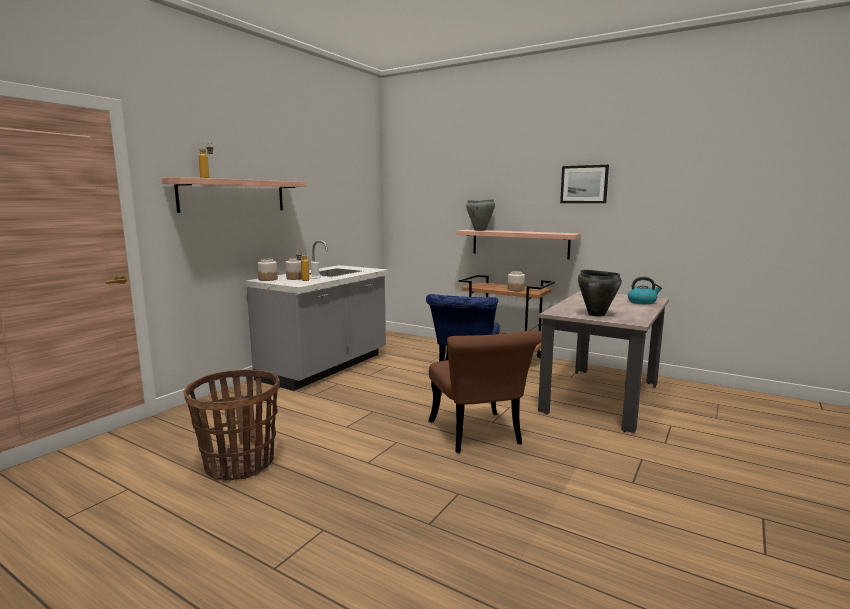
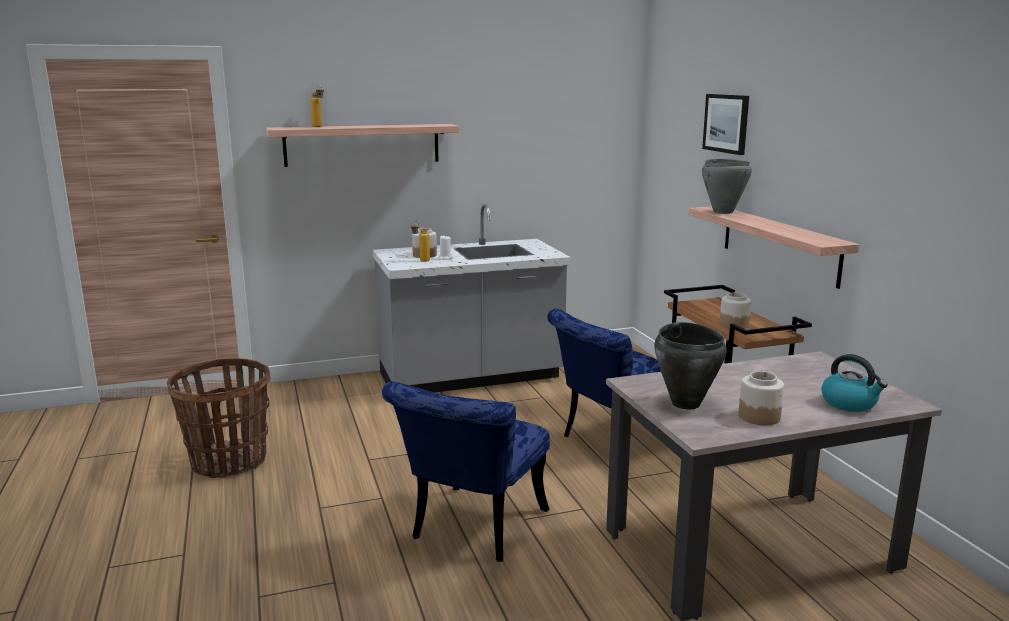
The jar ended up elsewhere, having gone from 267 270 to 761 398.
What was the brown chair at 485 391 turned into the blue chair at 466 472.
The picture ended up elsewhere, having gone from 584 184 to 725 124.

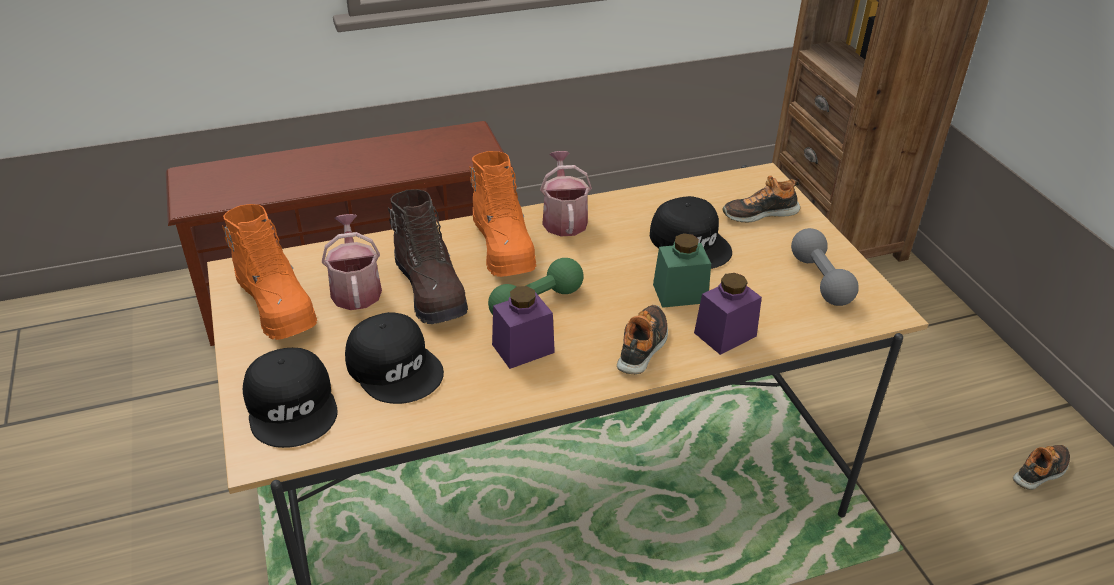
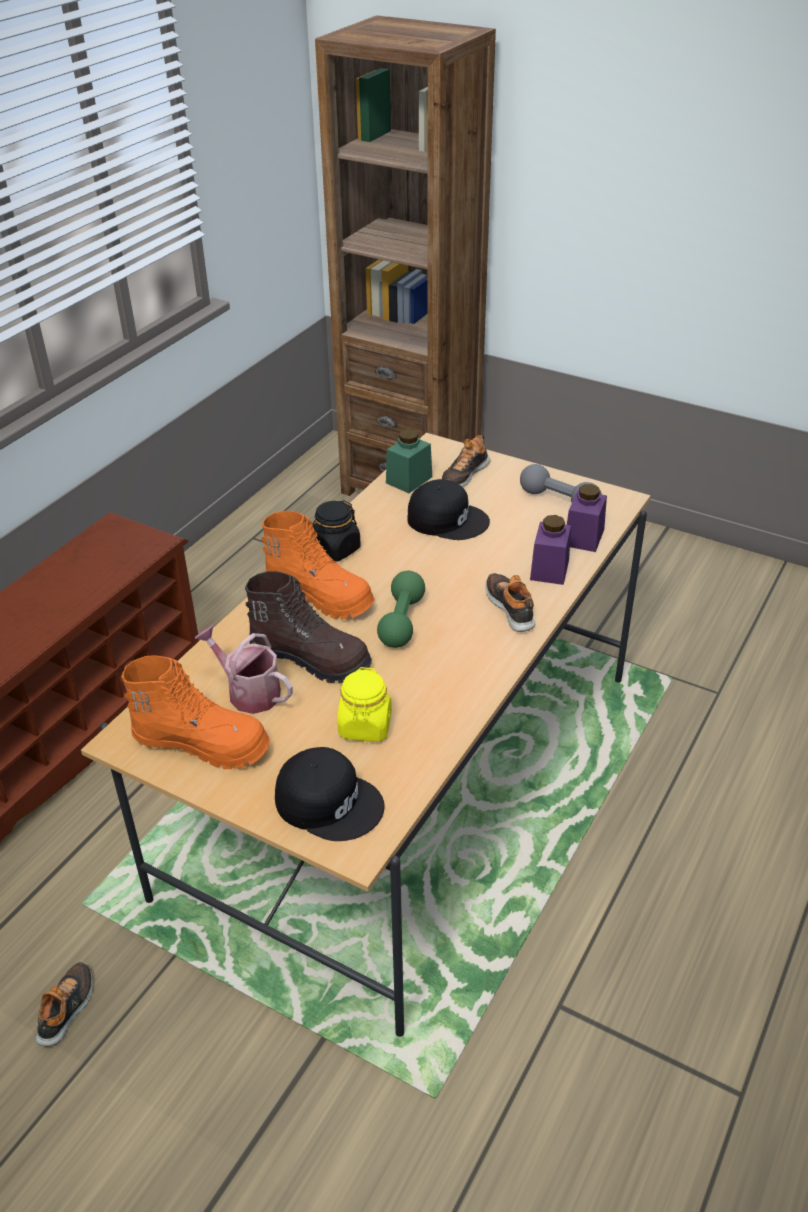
Where the black cap stood at 394 358, the yellow jar came to stand at 364 704.
The purple jar ended up elsewhere, having gone from 523 327 to 587 518.
Where the watering can stood at 566 193, the black jar came to stand at 337 531.
The green jar ended up elsewhere, having gone from 682 270 to 409 461.
The shoe ended up elsewhere, having gone from 1041 467 to 64 1004.

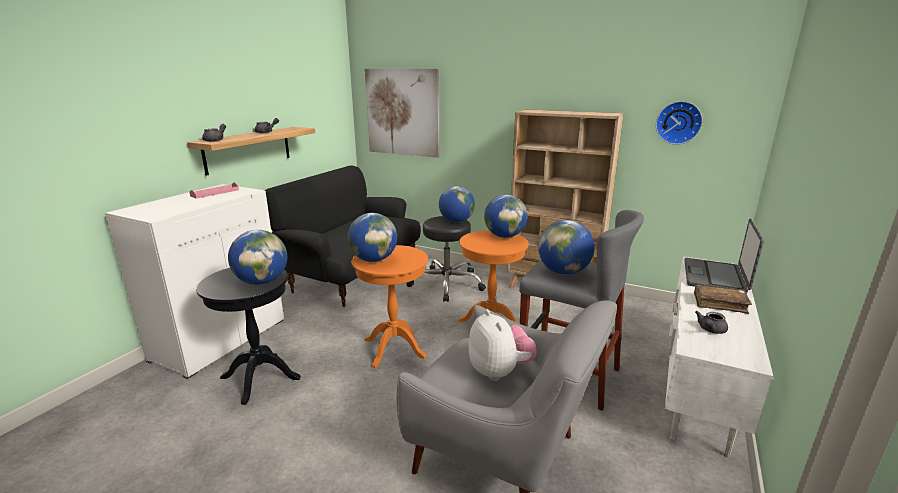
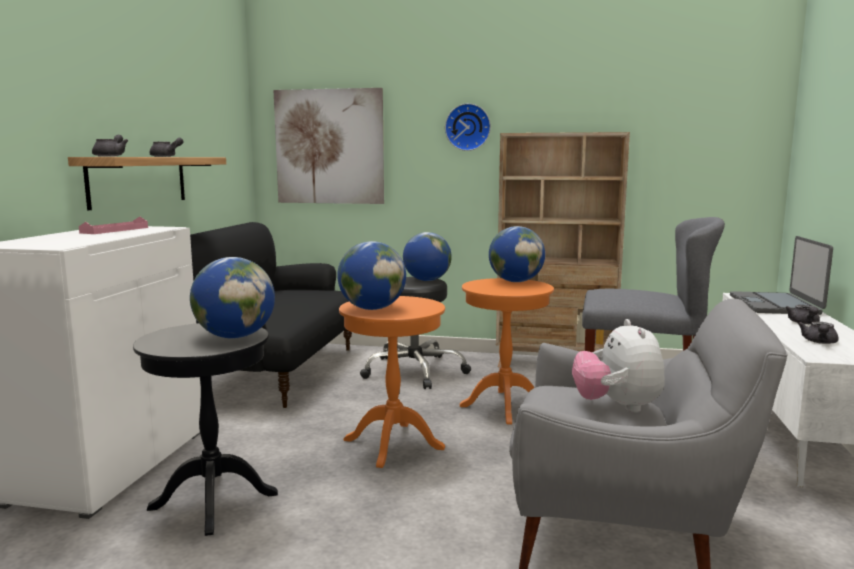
The plush toy at 503 345 ended up facing another way, 150 degrees counterclockwise from before.
The second view lost the globe at 566 247.
The wall clock ended up elsewhere, having gone from 679 122 to 468 127.
Where the brown book stood at 723 299, the grey teapot came to stand at 802 314.

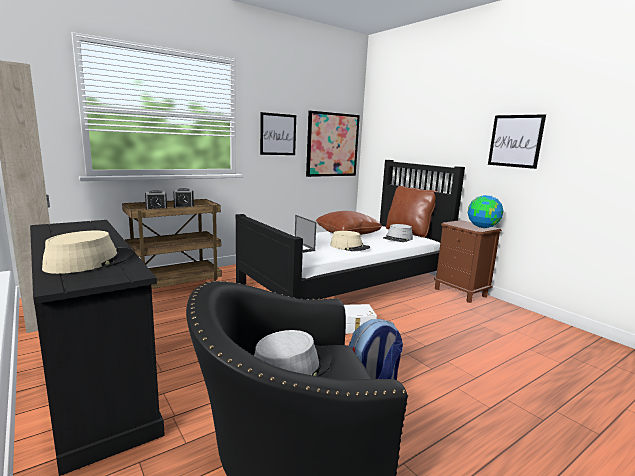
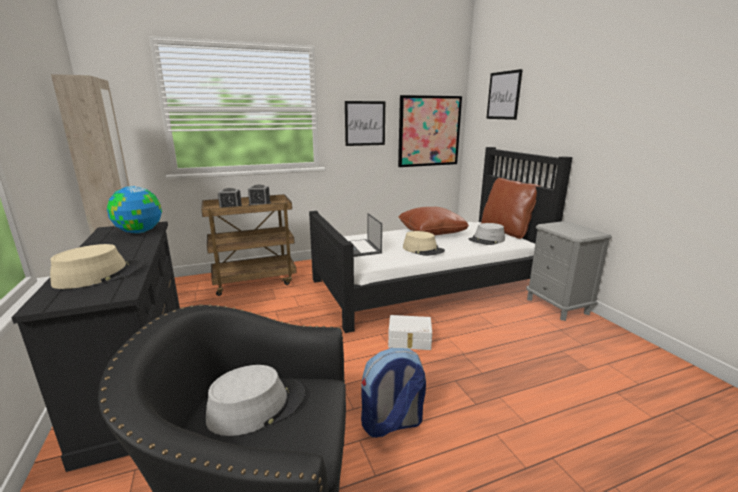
What was the brown nightstand at 468 261 turned into the grey nightstand at 569 271.
The globe ended up elsewhere, having gone from 486 211 to 134 210.
The picture ended up elsewhere, having gone from 517 141 to 504 94.

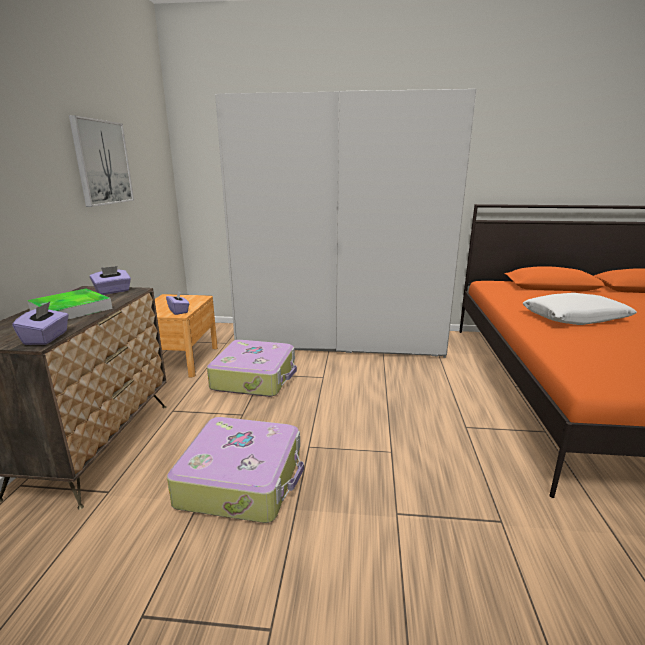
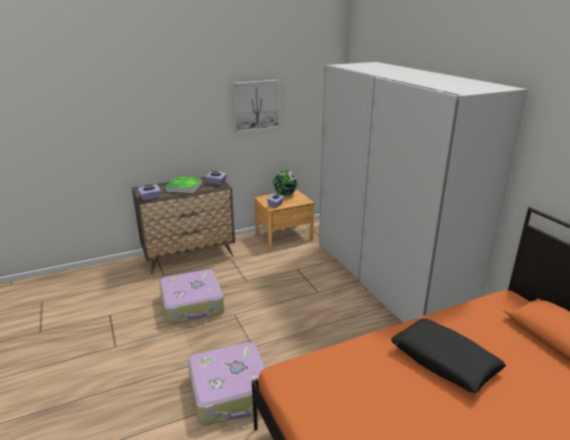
The suitcase ended up elsewhere, having gone from 252 368 to 226 384.
What was the white pillow at 580 309 turned into the black pillow at 448 355.
The second view gained the globe at 285 182.

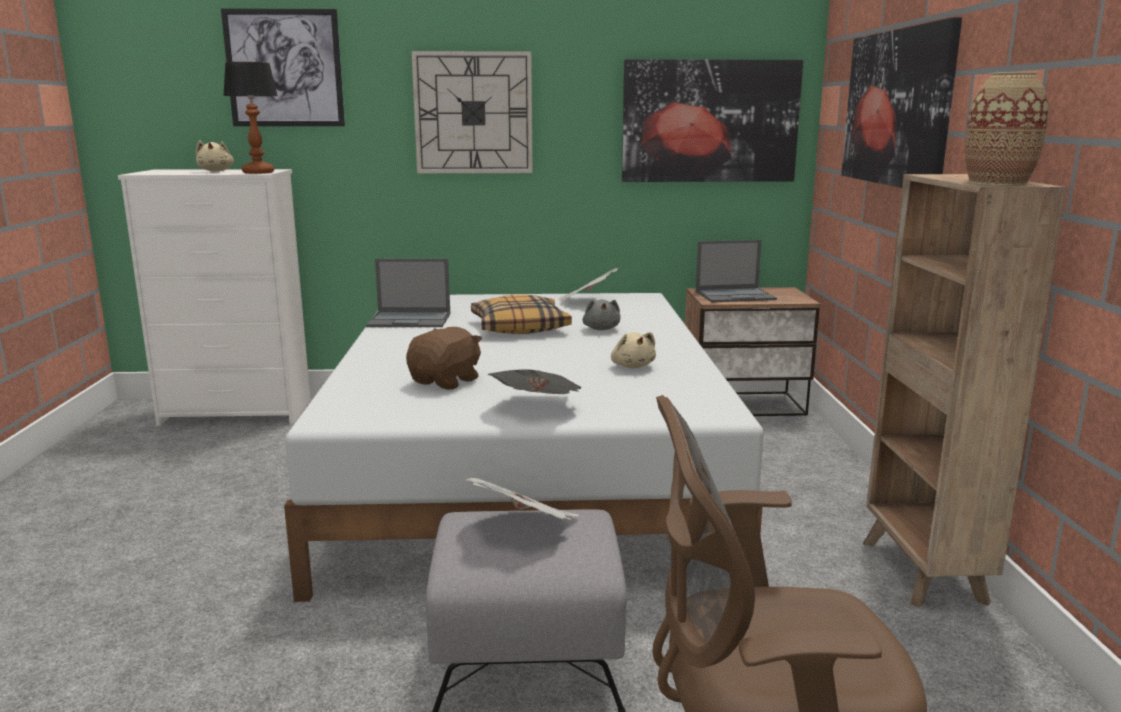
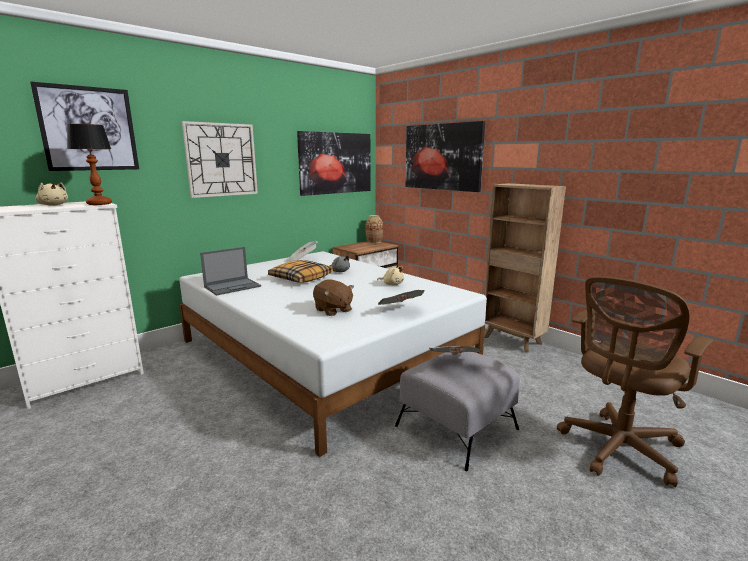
The brown plush toy at 444 358 ended up facing another way, 150 degrees clockwise from before.
The second view lost the laptop at 736 271.
The vase ended up elsewhere, having gone from 1007 128 to 374 229.

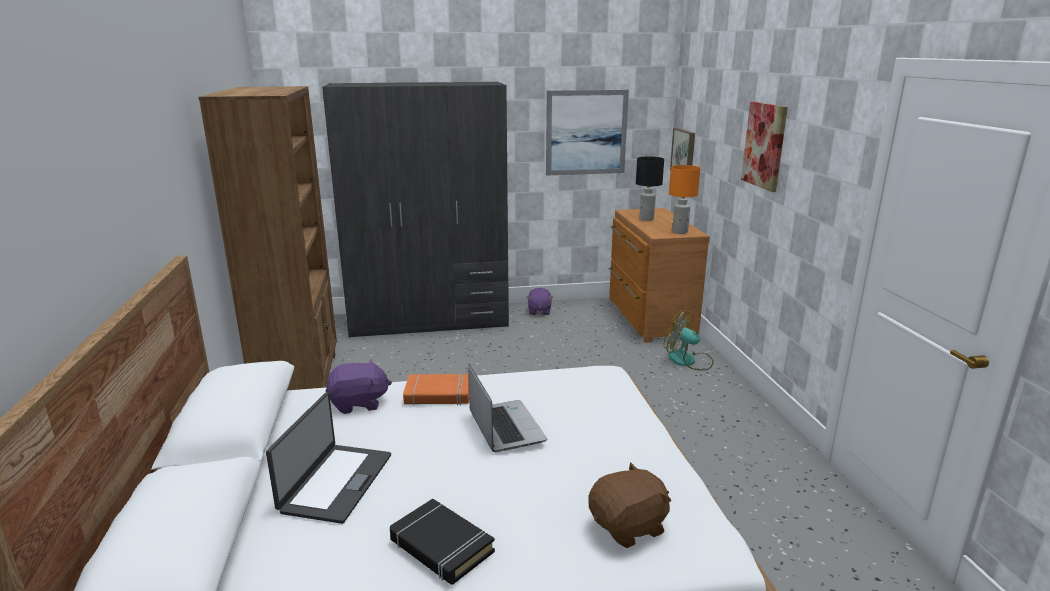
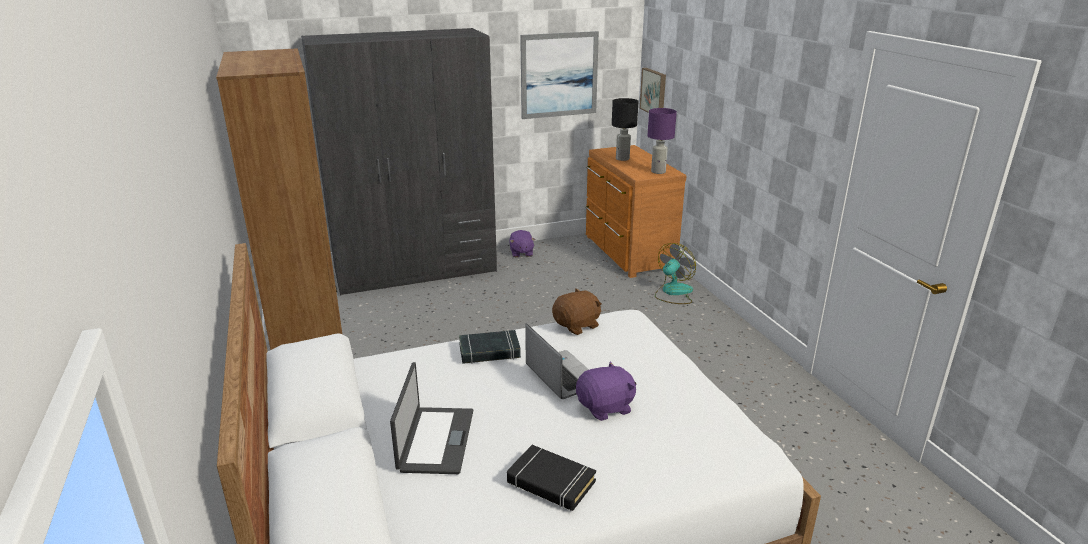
The purple plush toy ended up elsewhere, having gone from 359 386 to 606 391.
What was the orange book at 436 389 turned into the black book at 490 347.
The brown plush toy ended up elsewhere, having gone from 630 505 to 577 311.
The fan at 688 340 ended up facing another way, 105 degrees clockwise from before.
What was the orange table lamp at 684 199 turned into the purple table lamp at 662 141.
The second view lost the picture at 764 146.

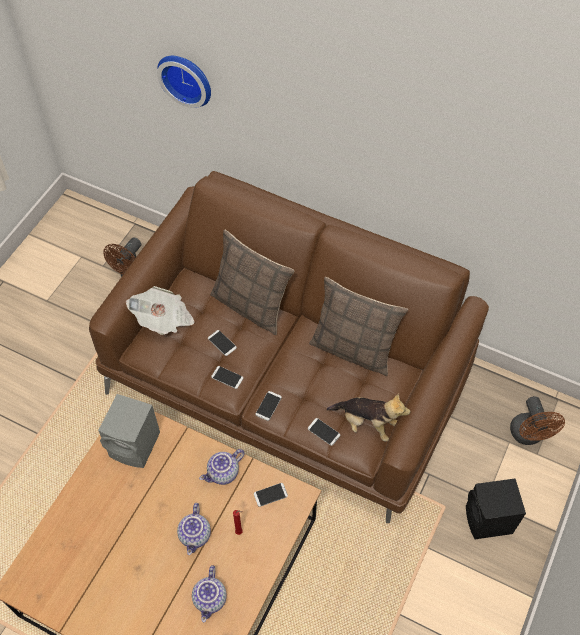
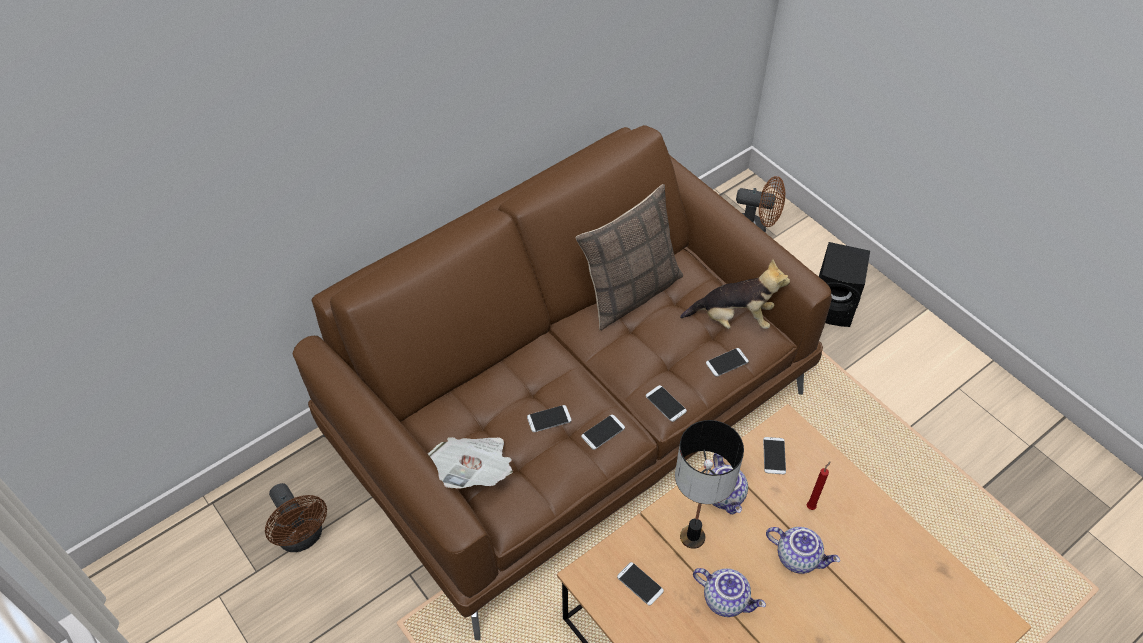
Where the grey speaker stood at 129 431, the phone came to stand at 640 583.
The second view lost the wall clock at 184 82.
The teapot ended up elsewhere, having gone from 209 593 to 729 592.
The second view lost the pillow at 252 282.
The plush toy at 368 417 ended up facing another way, 45 degrees clockwise from before.
The second view gained the table lamp at 709 484.

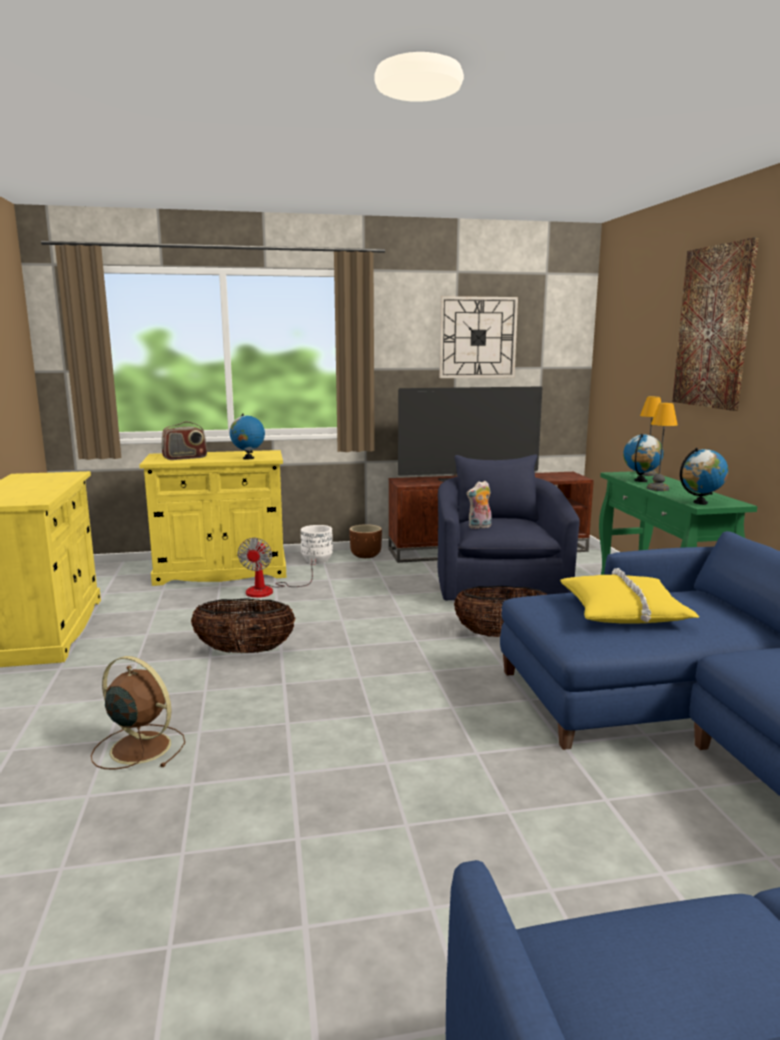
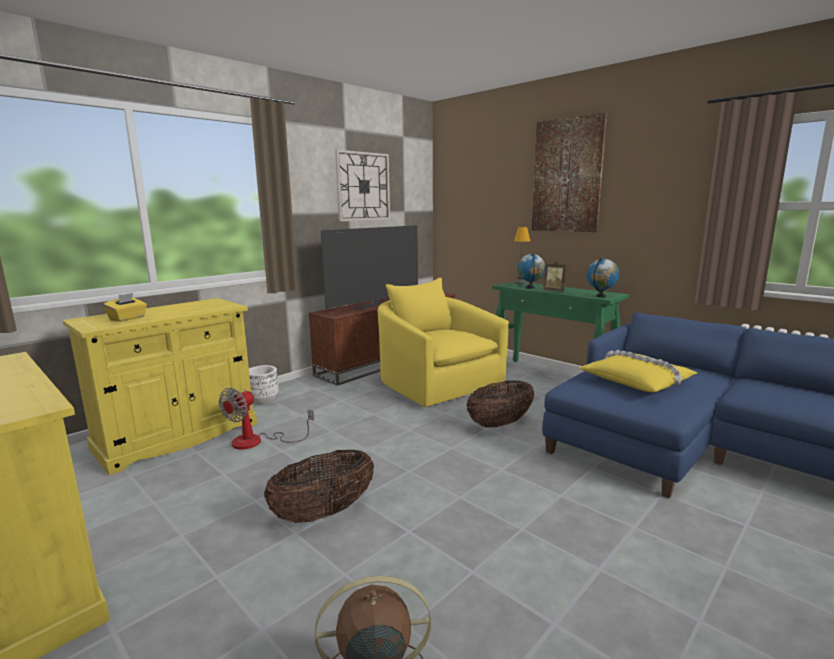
Where the radio stood at 184 440, the yellow tissue box came to stand at 125 307.
The second view lost the globe at 247 436.
The fan at 276 568 ended up facing another way, 60 degrees clockwise from before.
The second view lost the brown planter at 365 541.
What was the blue armchair at 509 527 turned into the yellow armchair at 443 342.
The second view lost the plush toy at 478 505.
Where the table lamp stood at 662 447, the picture frame came to stand at 554 276.

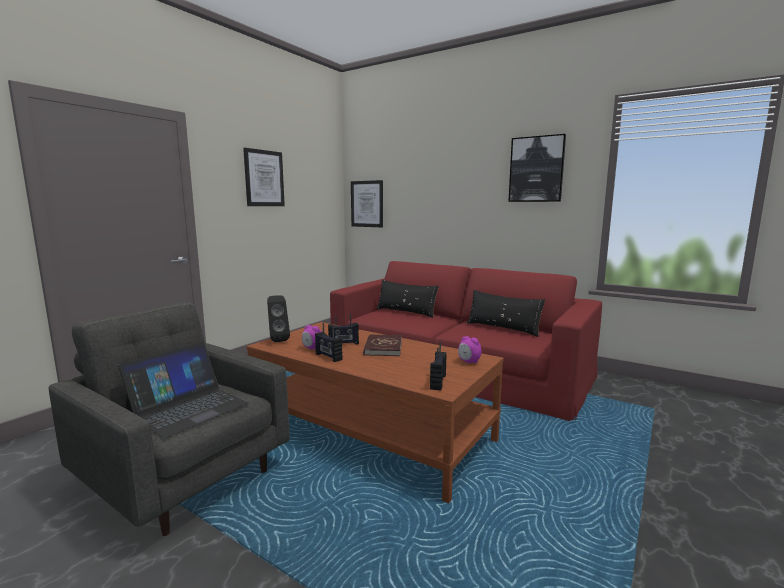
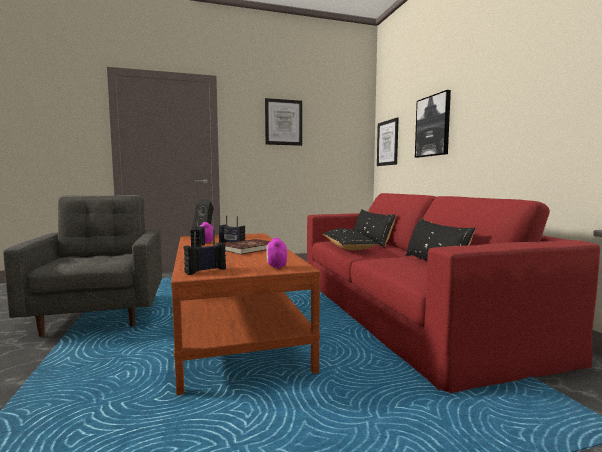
The second view lost the laptop at 183 390.
The picture ended up elsewhere, having gone from 537 168 to 433 124.
The second view gained the black pillow at 350 239.

